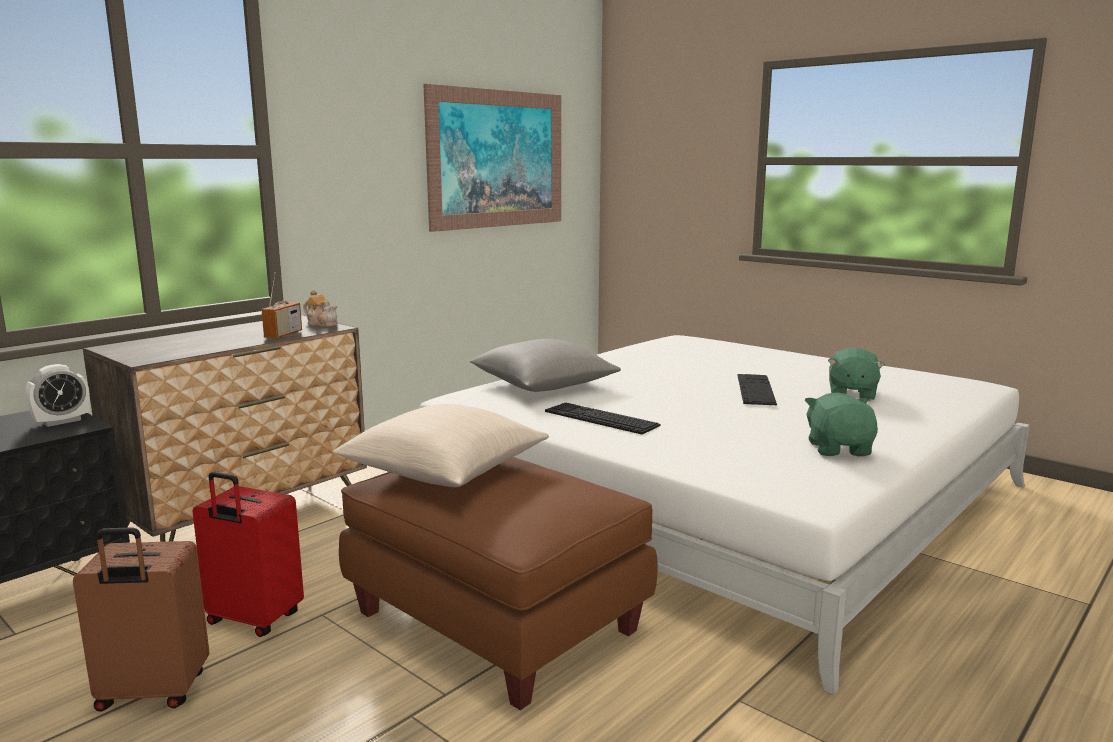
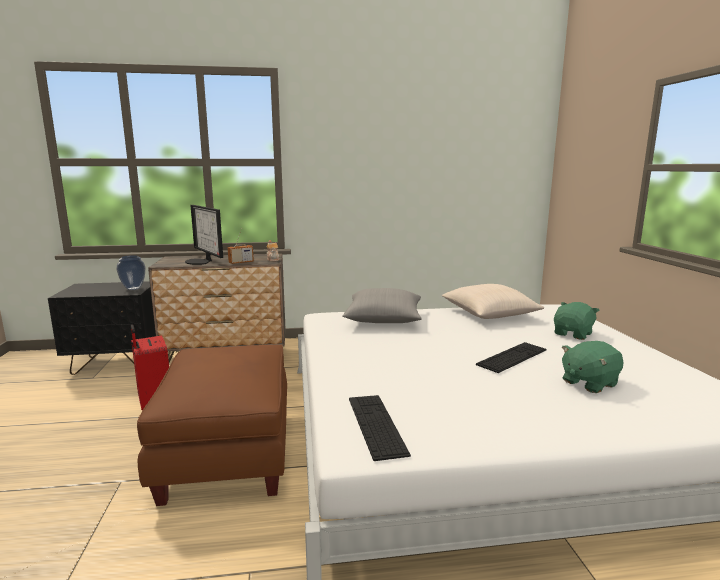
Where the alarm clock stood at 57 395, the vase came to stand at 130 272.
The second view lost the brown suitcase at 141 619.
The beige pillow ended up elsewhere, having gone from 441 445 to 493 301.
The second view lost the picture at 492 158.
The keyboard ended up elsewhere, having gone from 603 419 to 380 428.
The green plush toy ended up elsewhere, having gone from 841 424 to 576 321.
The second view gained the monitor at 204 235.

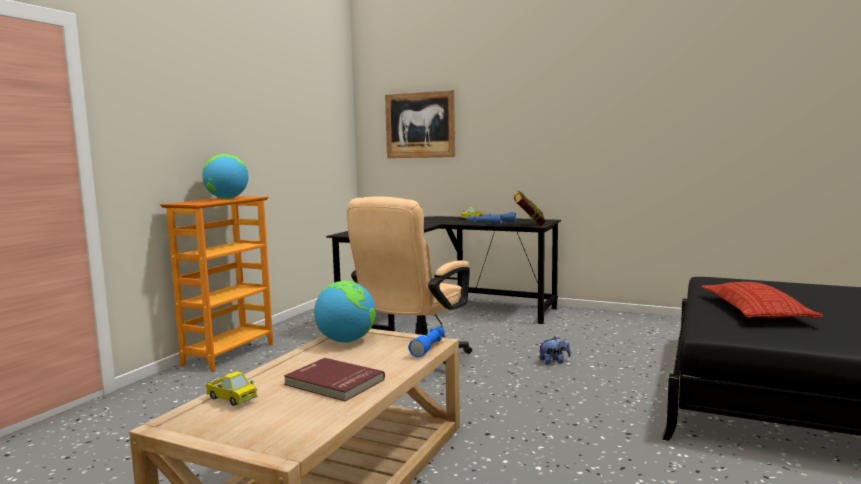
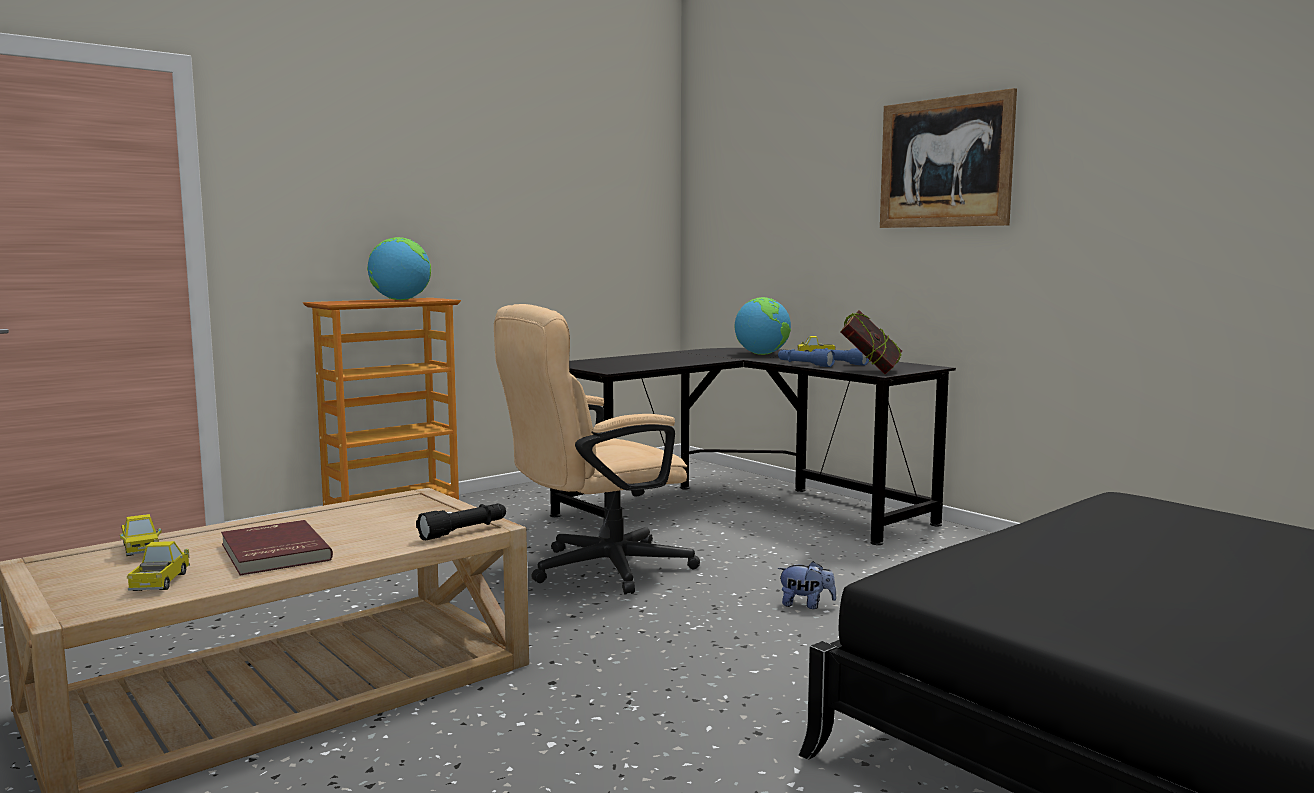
The globe ended up elsewhere, having gone from 345 312 to 763 326.
The picture ended up elsewhere, having gone from 420 124 to 948 158.
What was the blue flashlight at 426 342 turned into the black flashlight at 461 522.
The second view lost the pillow at 762 300.
The second view gained the toy truck at 158 566.

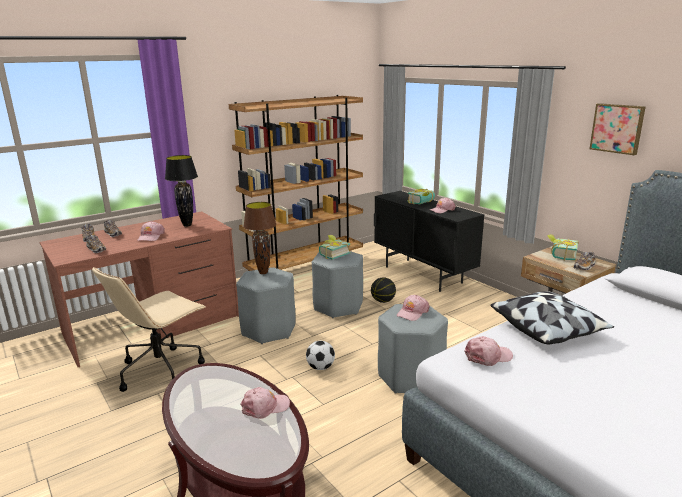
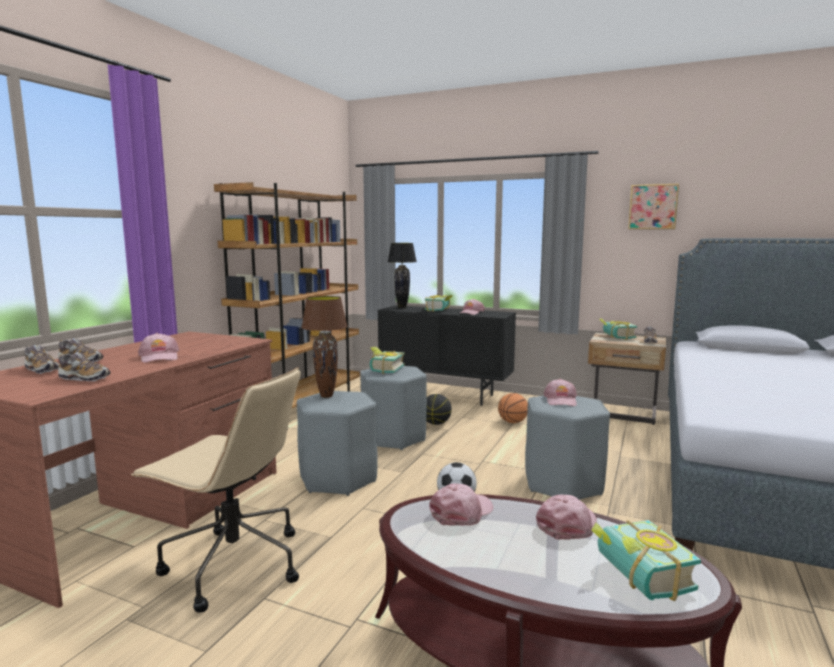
The beige office chair at 148 329 ended up facing another way, 75 degrees counterclockwise from before.
The black table lamp ended up elsewhere, having gone from 181 191 to 402 275.
The pink cap ended up elsewhere, having gone from 488 351 to 461 504.
The second view lost the pillow at 552 317.
The second view gained the basketball at 513 408.
The second view gained the book at 646 560.

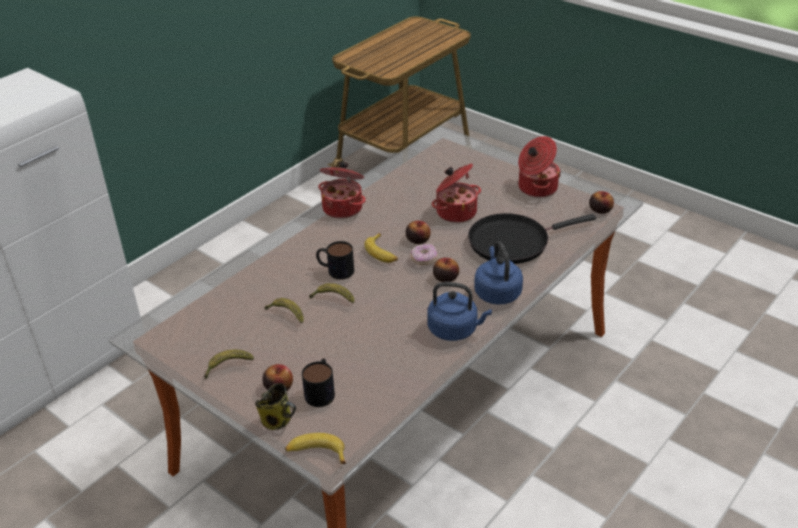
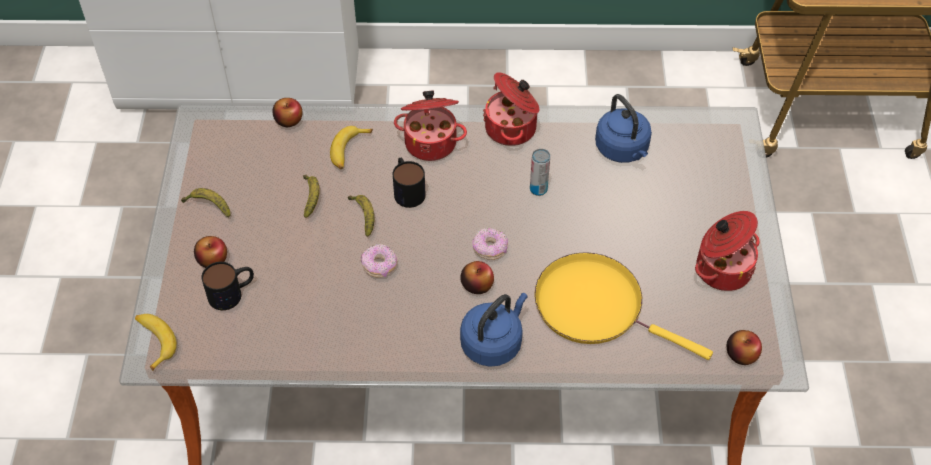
The second view lost the mug at 275 406.
The banana ended up elsewhere, having gone from 381 248 to 351 147.
The apple ended up elsewhere, having gone from 418 232 to 287 112.
The blue kettle ended up elsewhere, having gone from 459 311 to 623 128.
The cooking pot ended up elsewhere, having gone from 456 193 to 430 125.
What was the black frying pan at 532 238 turned into the yellow frying pan at 623 306.
The second view gained the donut at 379 260.
The second view gained the can at 540 172.

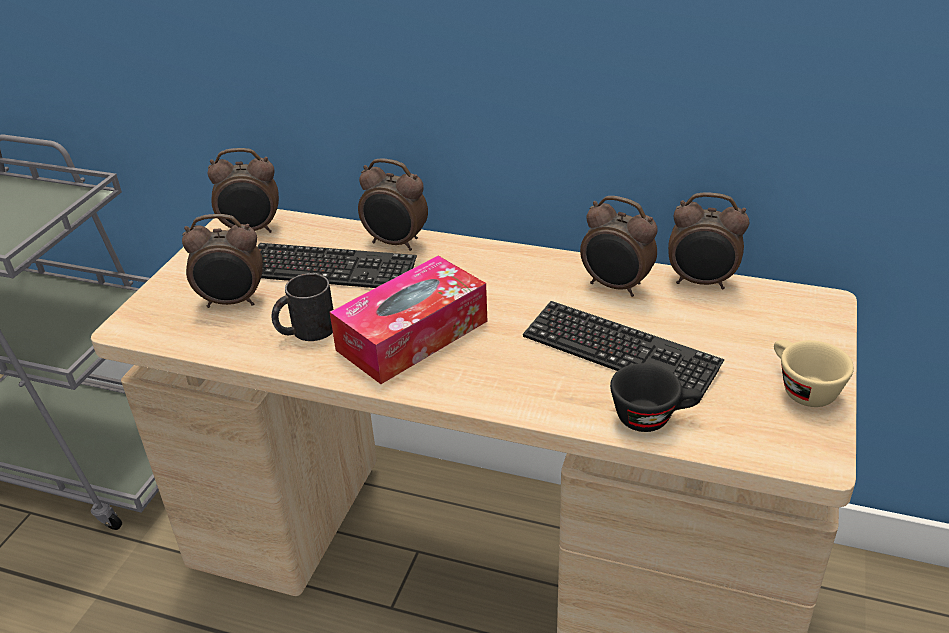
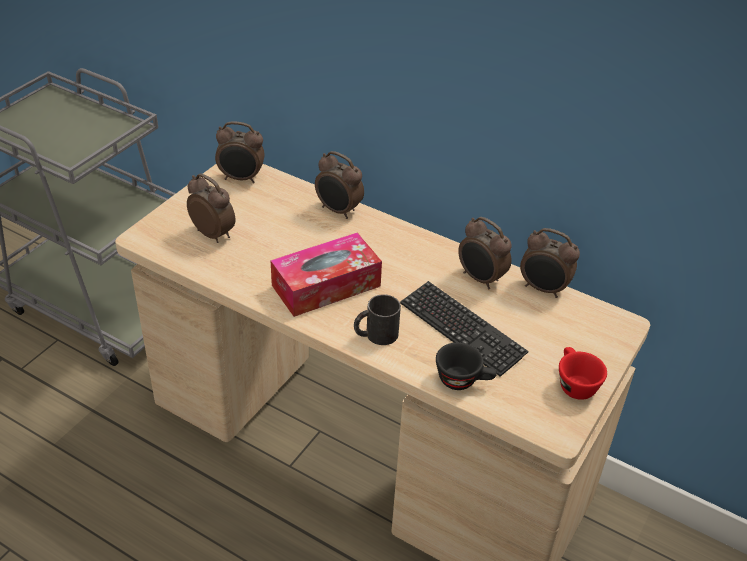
The alarm clock at 222 261 ended up facing another way, 150 degrees counterclockwise from before.
The second view lost the keyboard at 337 265.
The black mug ended up elsewhere, having gone from 302 307 to 377 319.
What was the beige cup at 814 373 turned into the red cup at 583 373.

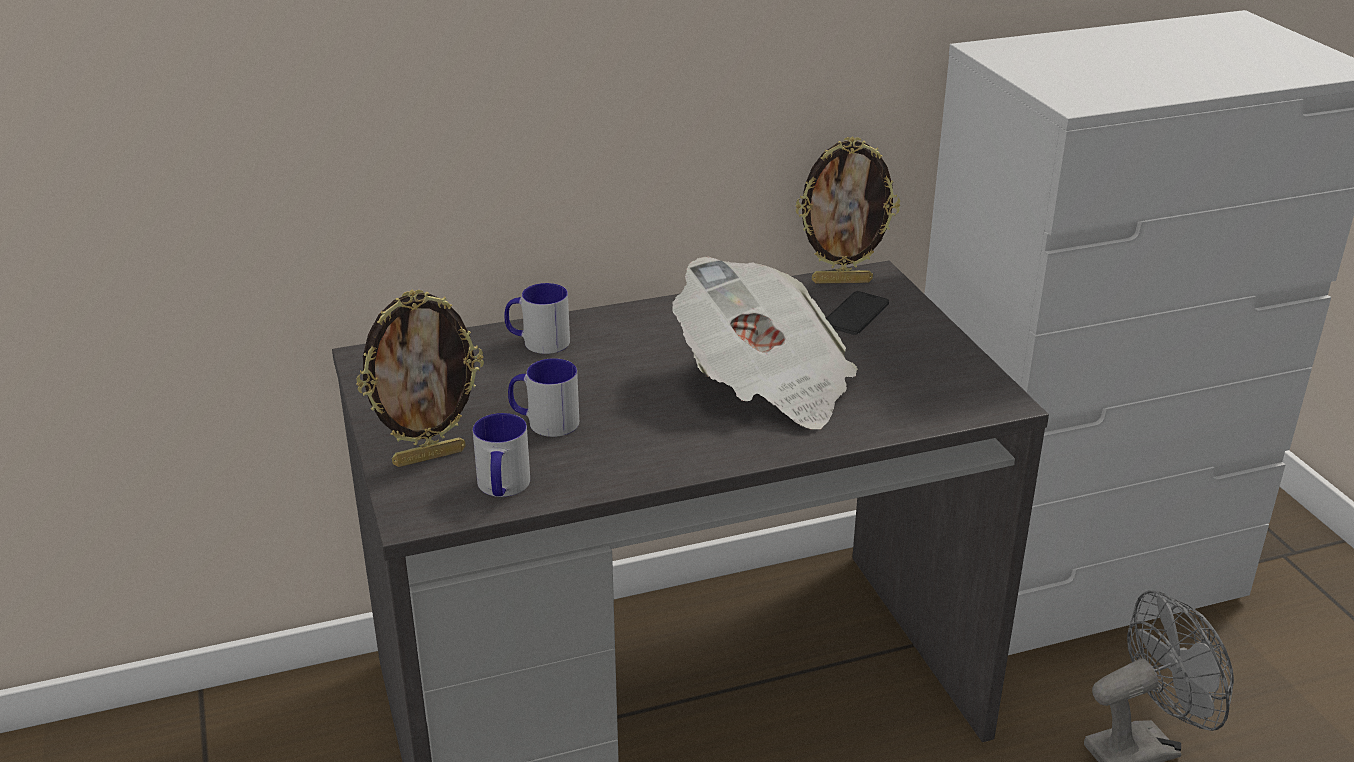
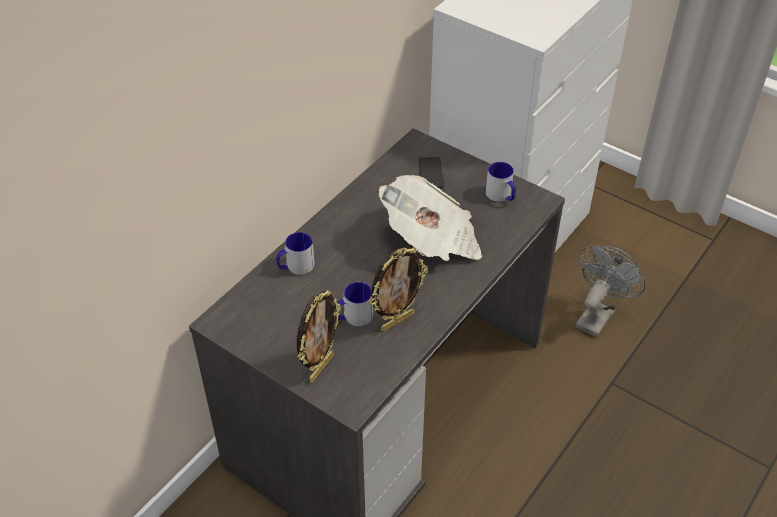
The mug ended up elsewhere, having gone from 501 455 to 501 182.
The picture frame ended up elsewhere, having gone from 847 210 to 398 289.

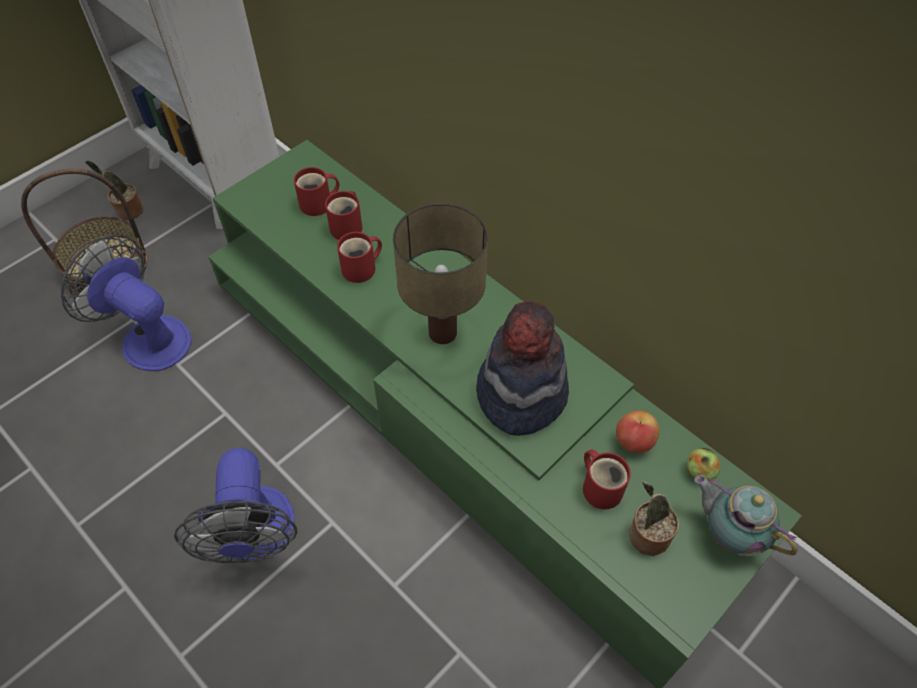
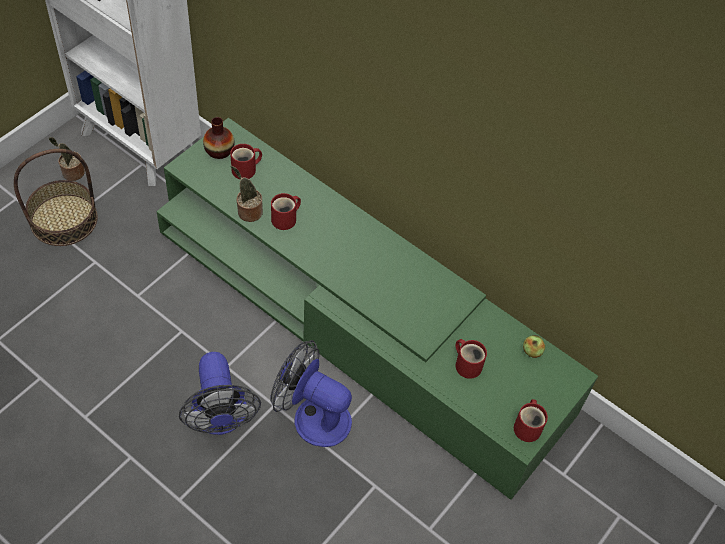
The fan ended up elsewhere, having gone from 126 303 to 311 393.
The red mug ended up elsewhere, having gone from 343 215 to 531 420.
The second view lost the table lamp at 440 273.
The second view lost the hat at 522 368.
The second view lost the apple at 638 431.
The potted plant ended up elsewhere, having gone from 654 518 to 246 194.
The second view lost the teapot at 746 515.
The second view gained the vase at 219 138.

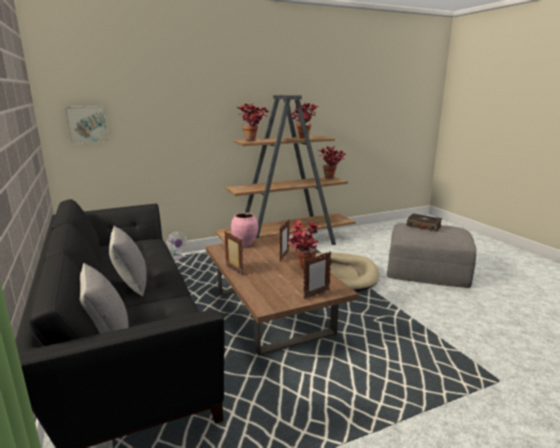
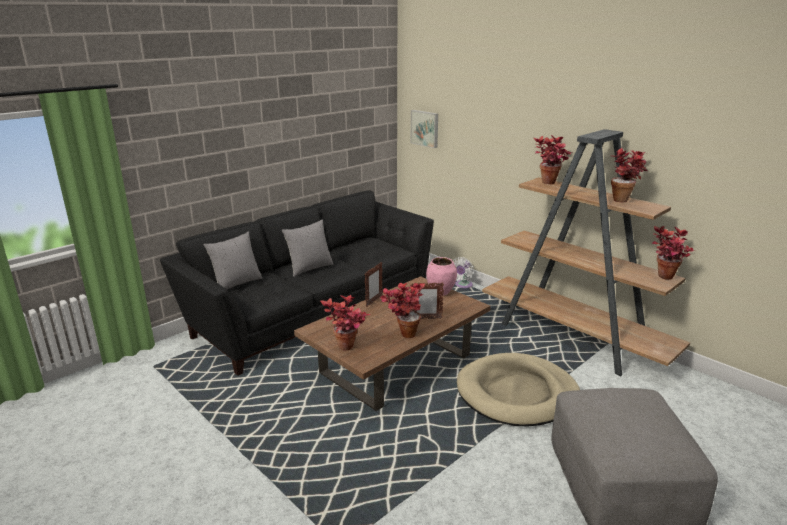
Where the picture frame stood at 317 275, the potted plant came to stand at 345 322.
The second view lost the book at 424 222.

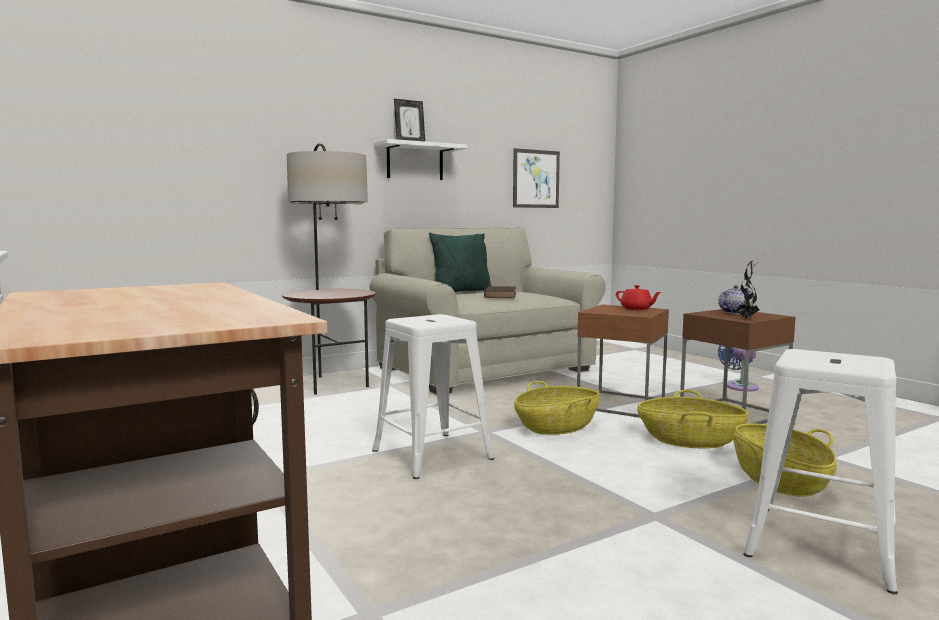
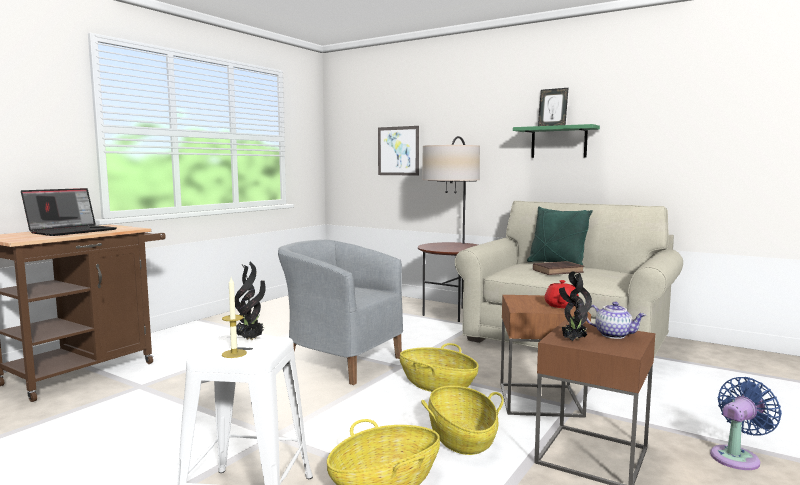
Where the white stool stood at 433 396, the grey armchair came to stand at 340 312.
What was the white shelf at 421 159 turned into the green shelf at 556 141.
The picture ended up elsewhere, having gone from 536 178 to 398 151.
The second view gained the laptop at 69 212.
The second view gained the candle at 234 318.
The second view gained the potted plant at 250 301.

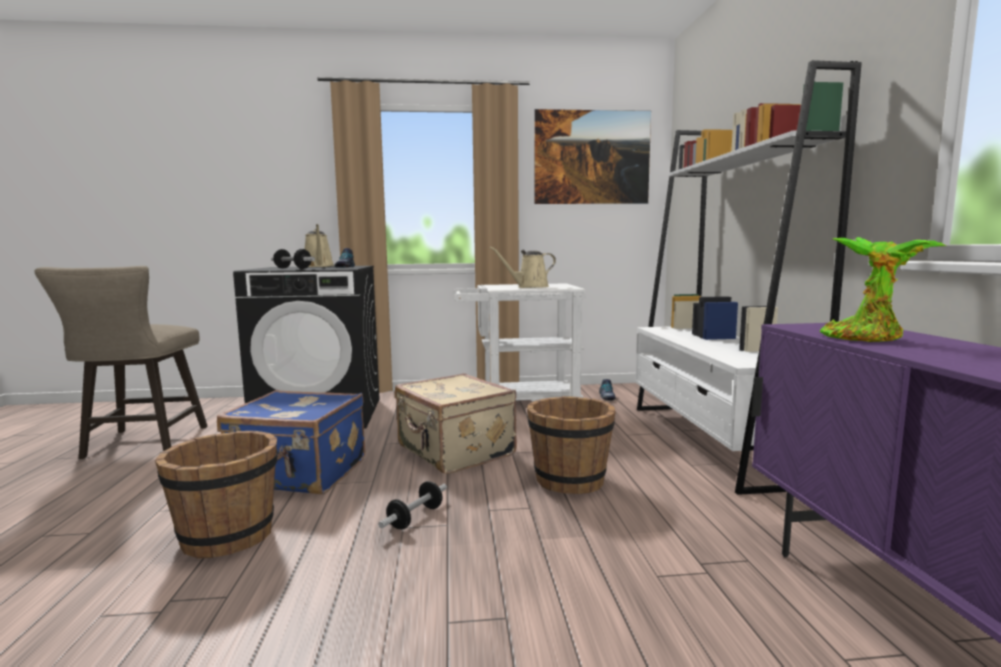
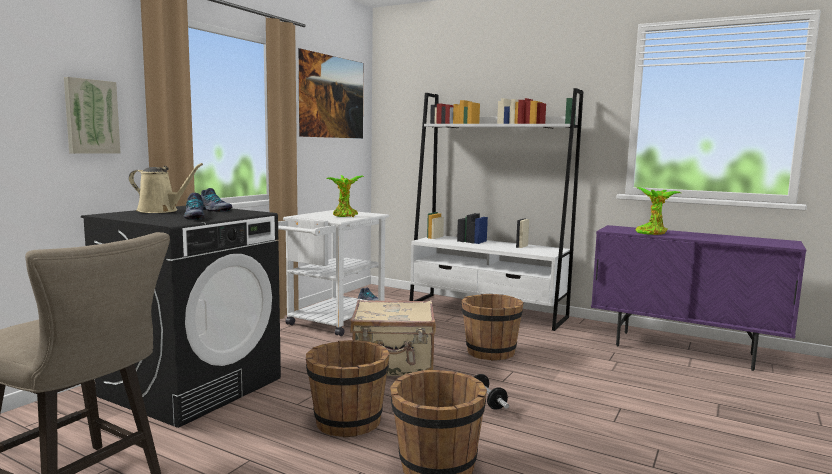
Where the blue suitcase stood at 291 442, the brown bucket came to stand at 348 389.
Where the dumbbell stood at 293 259, the shoe came to stand at 194 206.
Where the beige watering can stood at 523 267, the potted plant came to stand at 346 196.
The second view gained the picture at 92 115.

